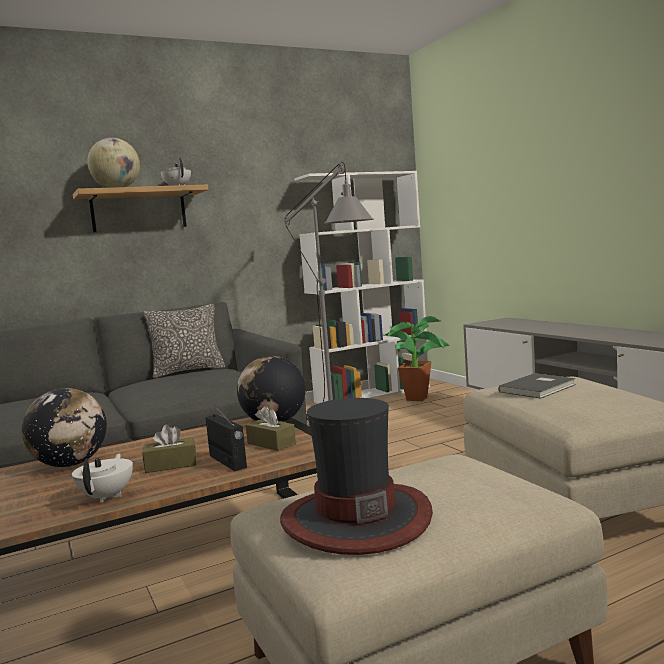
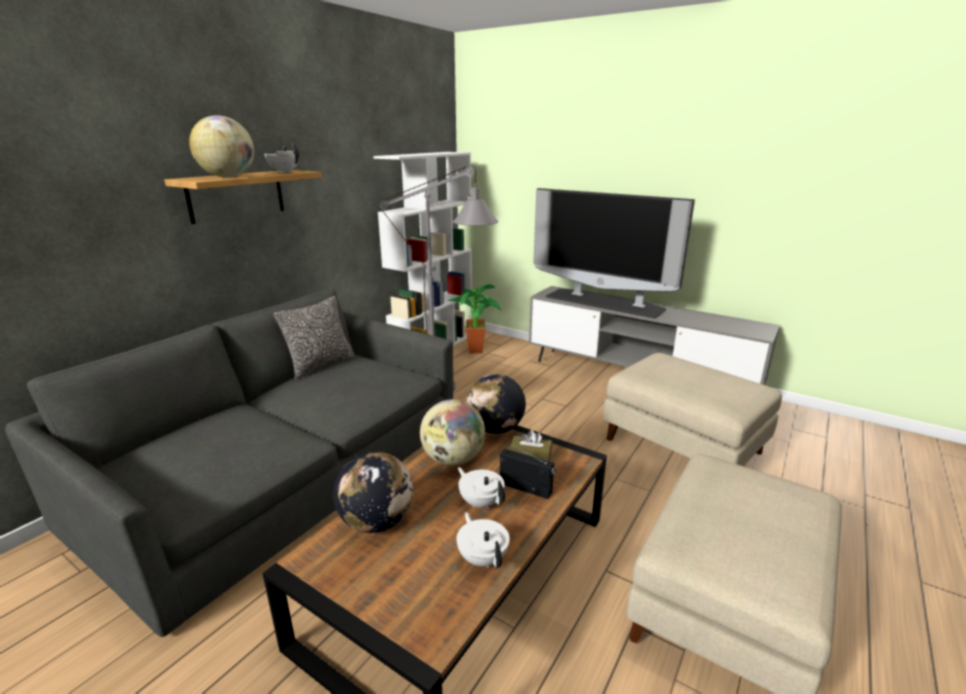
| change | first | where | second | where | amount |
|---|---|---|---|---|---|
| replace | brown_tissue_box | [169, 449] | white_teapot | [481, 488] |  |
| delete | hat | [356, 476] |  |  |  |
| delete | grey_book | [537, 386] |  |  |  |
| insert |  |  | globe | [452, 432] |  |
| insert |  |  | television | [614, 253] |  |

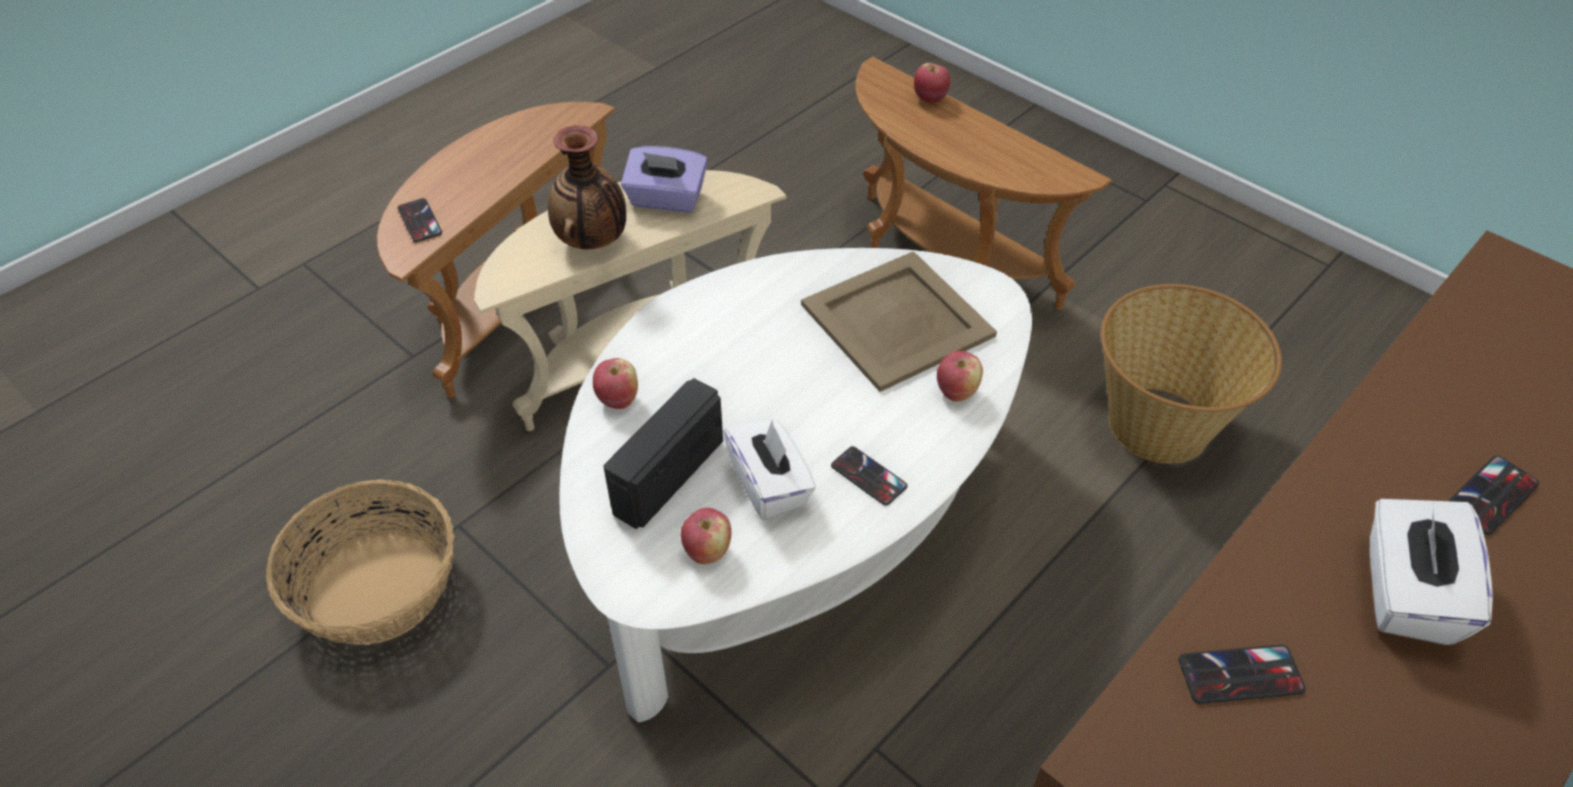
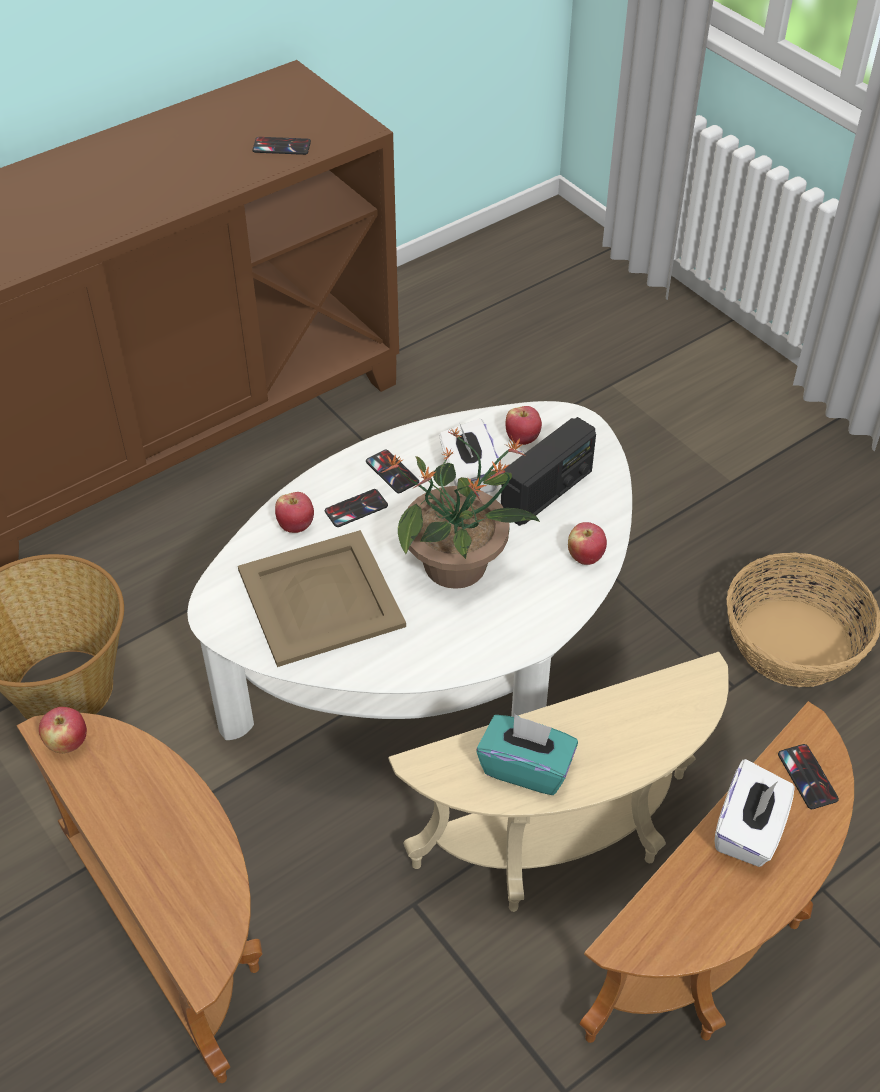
| change | first | where | second | where | amount |
|---|---|---|---|---|---|
| delete | vase | [587, 187] |  |  |  |
| recolor | purple_tissue_box | [664, 179] | turquoise_tissue_box | [527, 754] |  |
| move | apple | [932, 83] |  | [63, 730] |  |
| move | white_tissue_box | [1431, 572] |  | [755, 813] |  |
| move | phone | [1493, 495] |  | [356, 508] |  |
| insert |  |  | potted_plant | [460, 508] |  |

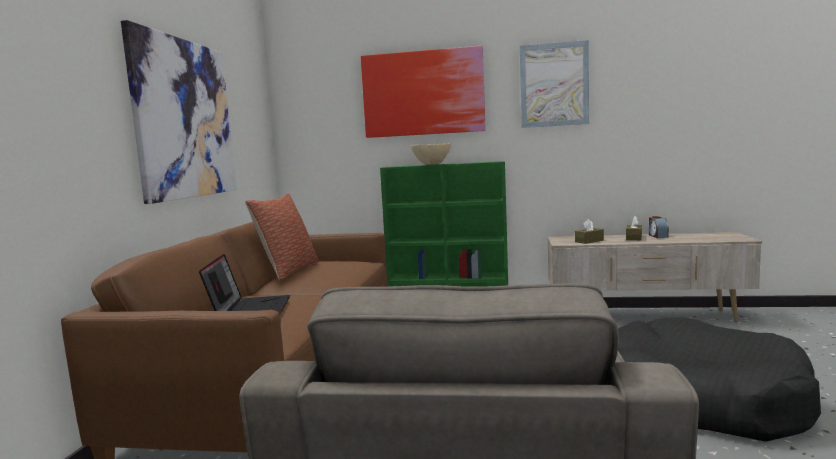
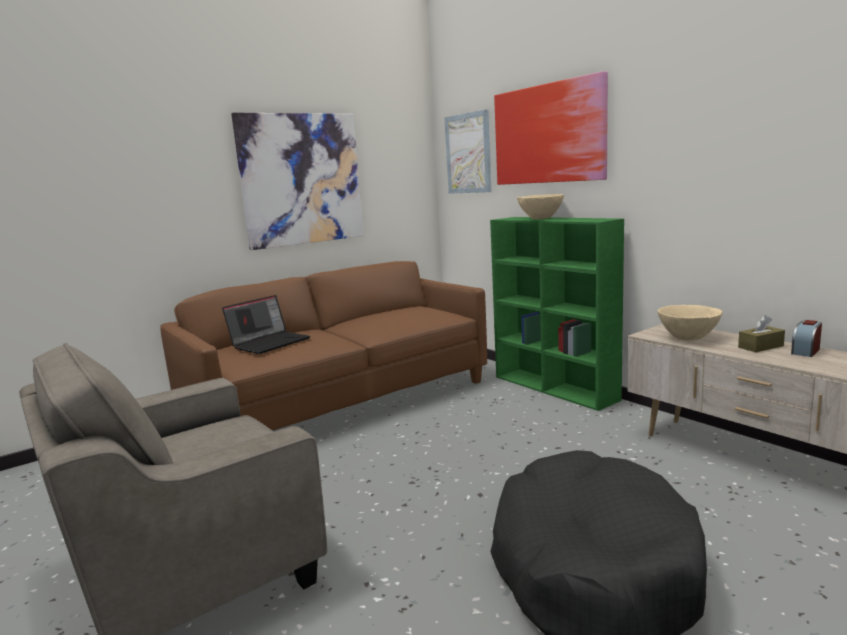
| change | first | where | second | where | amount |
|---|---|---|---|---|---|
| delete | pillow | [282, 237] |  |  |  |
| move | picture | [554, 84] |  | [467, 151] |  |
| replace | brown_tissue_box | [589, 231] | beige_bowl | [690, 323] |  |

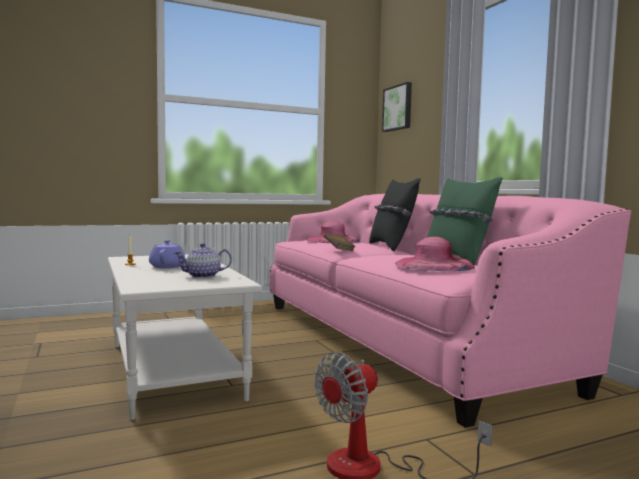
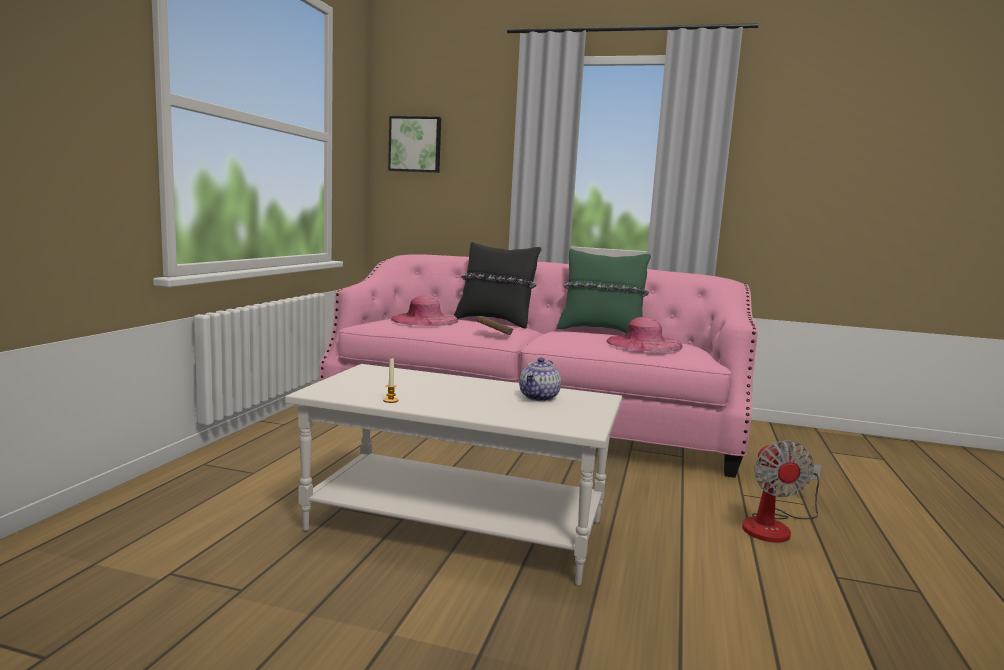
| change | first | where | second | where | amount |
|---|---|---|---|---|---|
| delete | purple_teapot | [167, 254] |  |  |  |

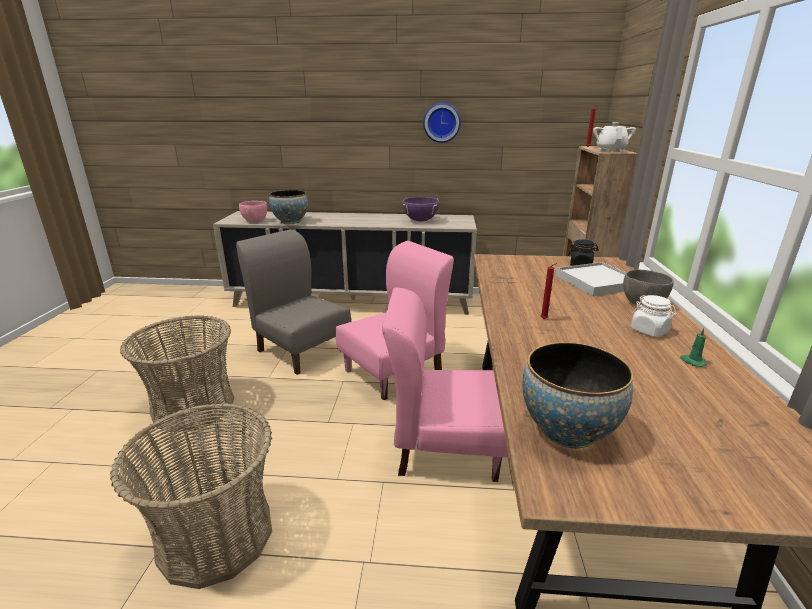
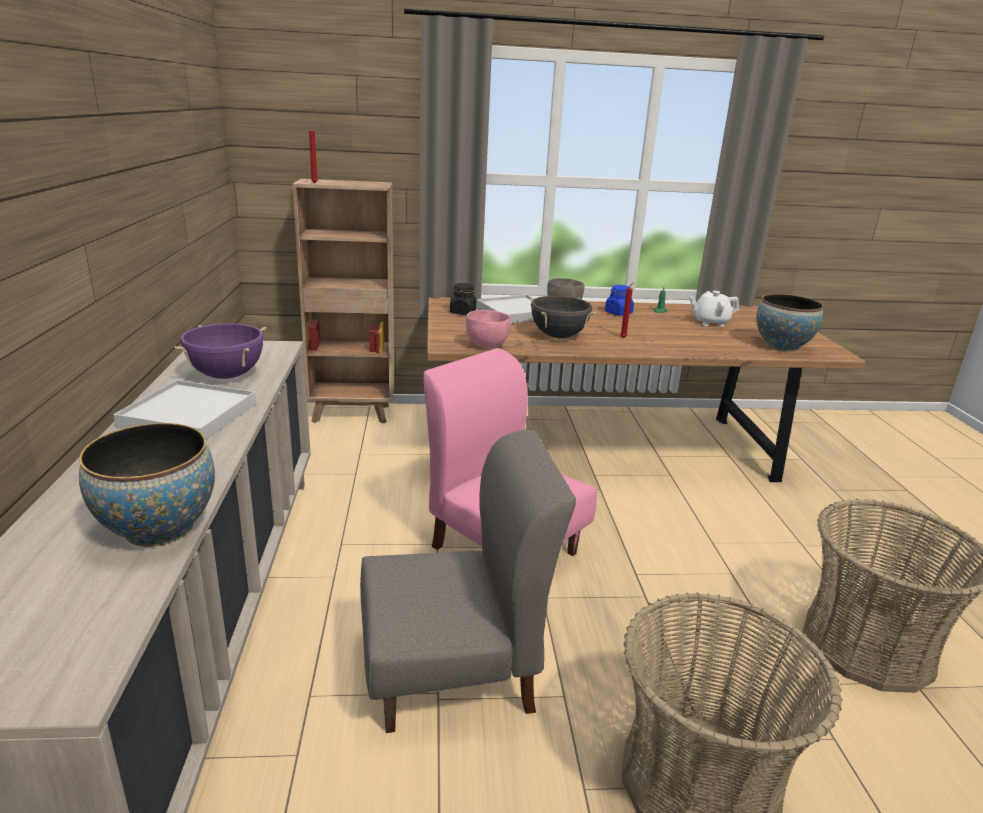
| change | first | where | second | where | amount |
|---|---|---|---|---|---|
| rotate | grey_chair | [293, 302] |  | [468, 581] | 135 degrees counterclockwise |
| move | pink_bowl | [253, 211] |  | [488, 329] |  |
| delete | pink_chair | [445, 385] |  |  |  |
| delete | wall_clock | [442, 123] |  |  |  |
| move | white_teapot | [614, 137] |  | [714, 309] |  |
| recolor | white_jar | [654, 316] | blue_jar | [619, 300] |  |
| insert |  |  | white_tray | [184, 410] |  |
| insert |  |  | black_cooking_pot | [562, 317] |  |

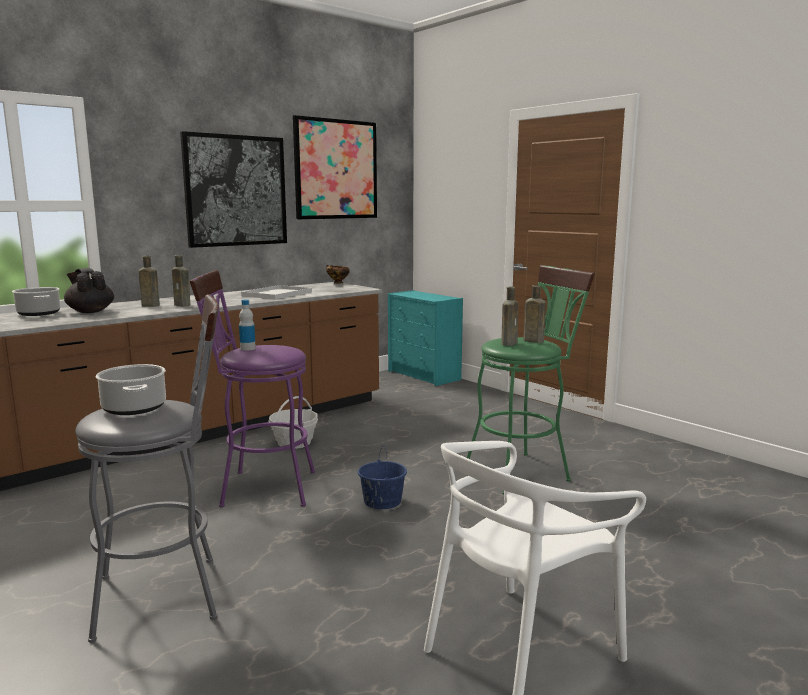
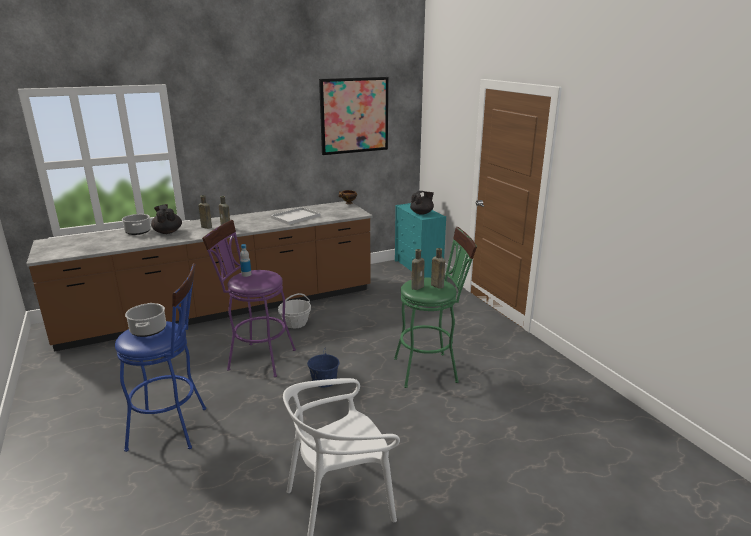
| change | first | where | second | where | amount |
|---|---|---|---|---|---|
| recolor | grey_stool | [147, 468] | blue_stool | [160, 357] |  |
| delete | picture | [233, 189] |  |  |  |
| insert |  |  | black_teapot | [422, 203] |  |

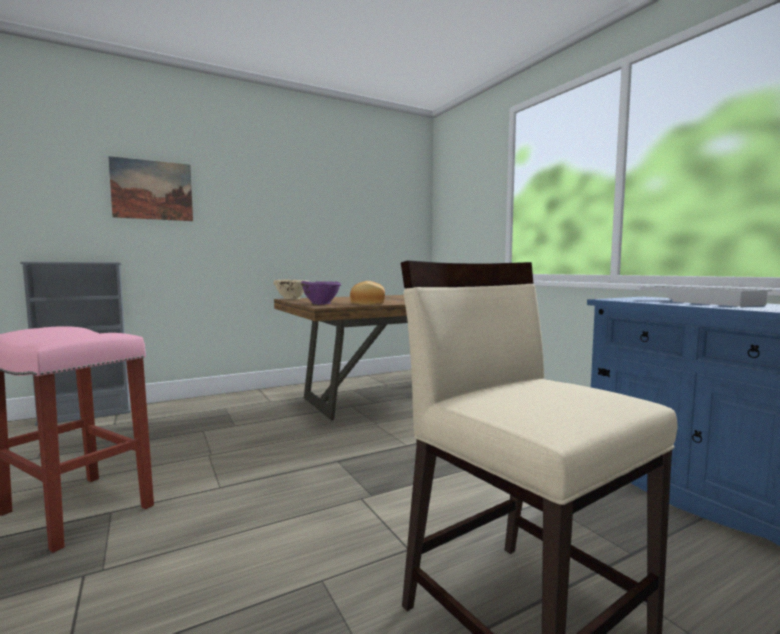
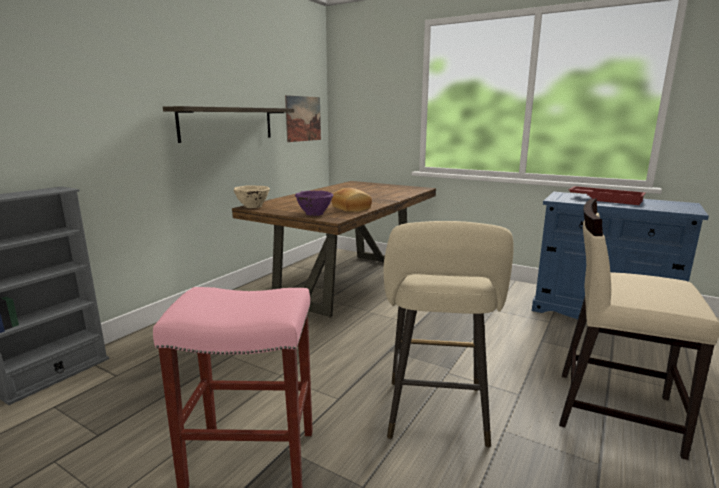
| change | first | where | second | where | amount |
|---|---|---|---|---|---|
| move | picture | [150, 188] |  | [303, 118] |  |
| recolor | white_tray | [704, 296] | red_tray | [607, 195] |  |
| insert |  |  | shelf | [228, 124] |  |
| insert |  |  | beige_stool | [449, 334] |  |

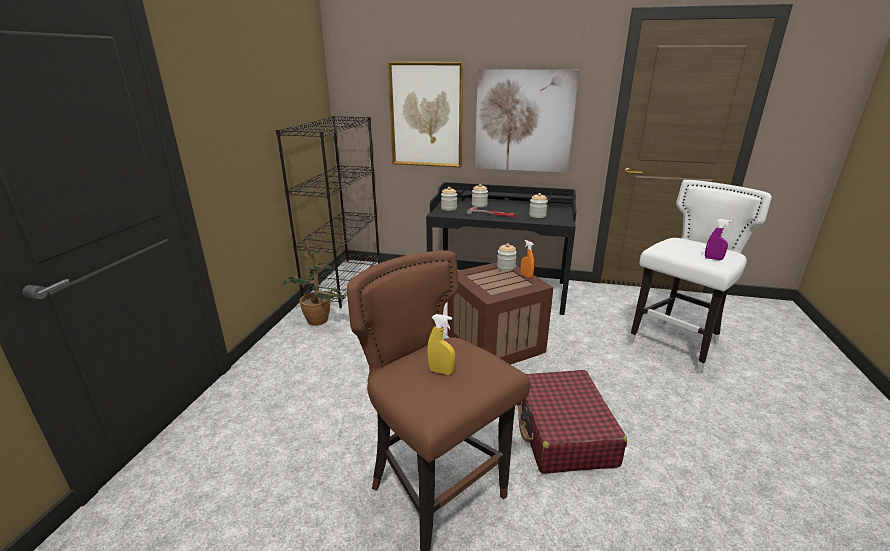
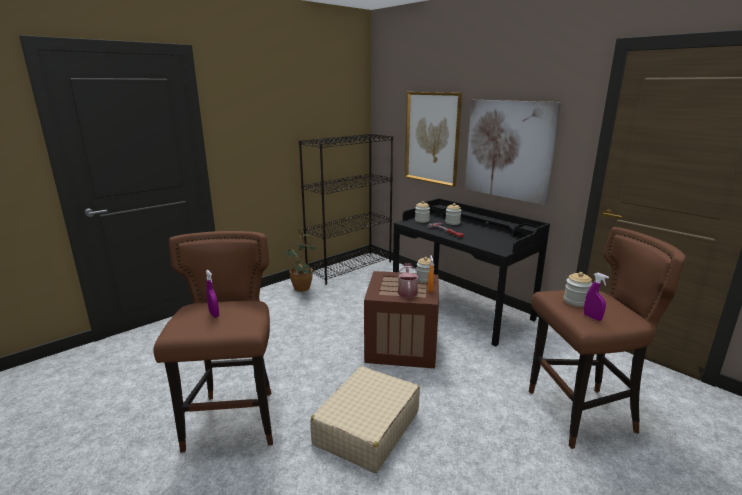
| change | first | where | second | where | amount |
|---|---|---|---|---|---|
| recolor | yellow_spray_bottle | [441, 344] | purple_spray_bottle | [212, 294] |  |
| recolor | red_suitcase | [572, 422] | beige_suitcase | [365, 419] |  |
| move | jar | [538, 205] |  | [578, 289] |  |
| recolor | white_stool | [700, 276] | brown_stool | [607, 338] |  |
| insert |  |  | watering_can | [408, 280] |  |

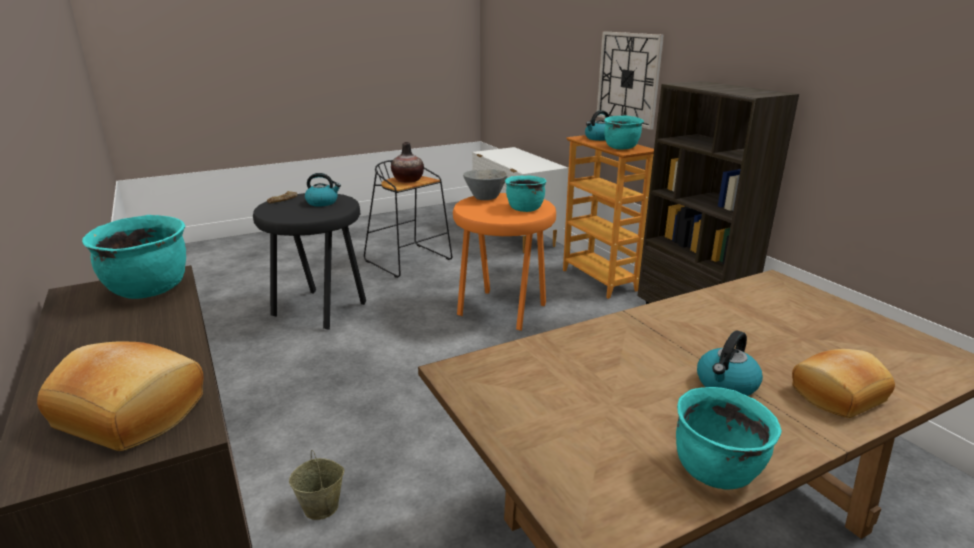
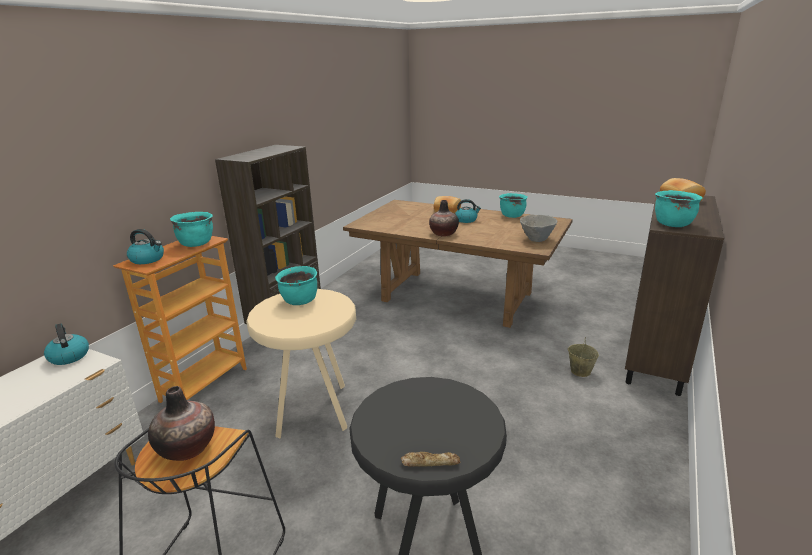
| change | first | where | second | where | amount |
|---|---|---|---|---|---|
| move | kettle | [323, 190] |  | [66, 344] |  |
| recolor | orange_stool | [504, 262] | beige_stool | [301, 364] |  |
| move | grey_bowl | [485, 184] |  | [538, 228] |  |
| delete | wall_clock | [630, 80] |  |  |  |
| insert |  |  | vase | [444, 218] |  |

